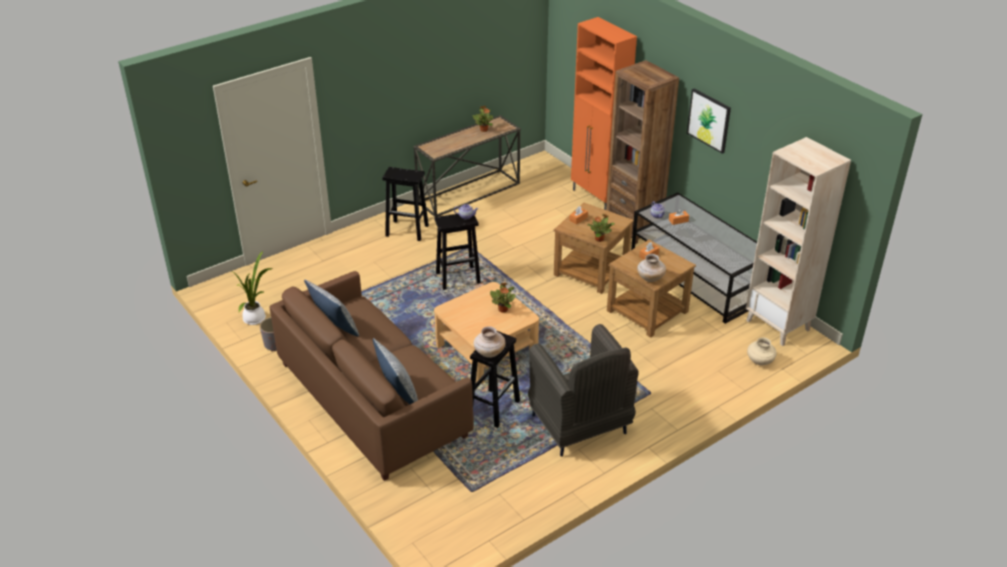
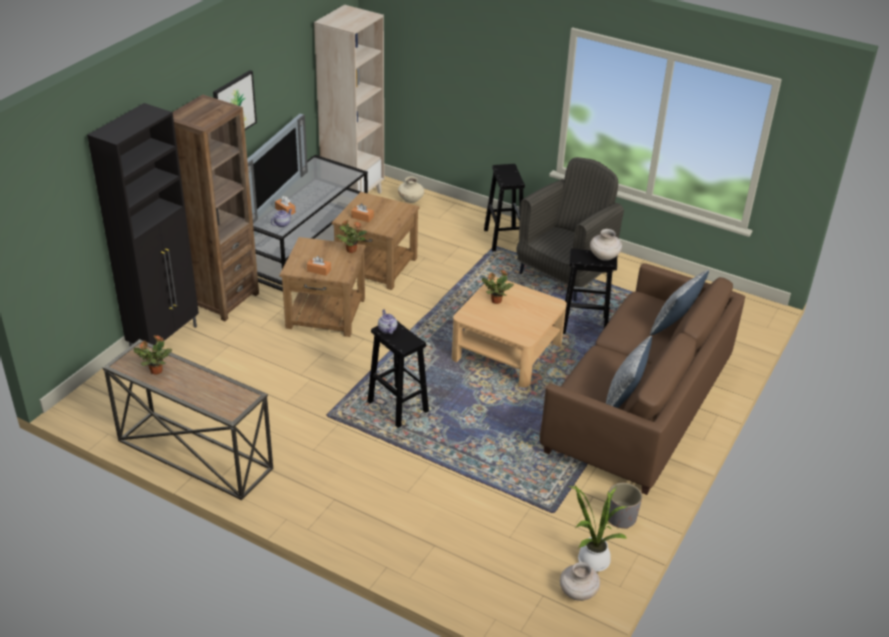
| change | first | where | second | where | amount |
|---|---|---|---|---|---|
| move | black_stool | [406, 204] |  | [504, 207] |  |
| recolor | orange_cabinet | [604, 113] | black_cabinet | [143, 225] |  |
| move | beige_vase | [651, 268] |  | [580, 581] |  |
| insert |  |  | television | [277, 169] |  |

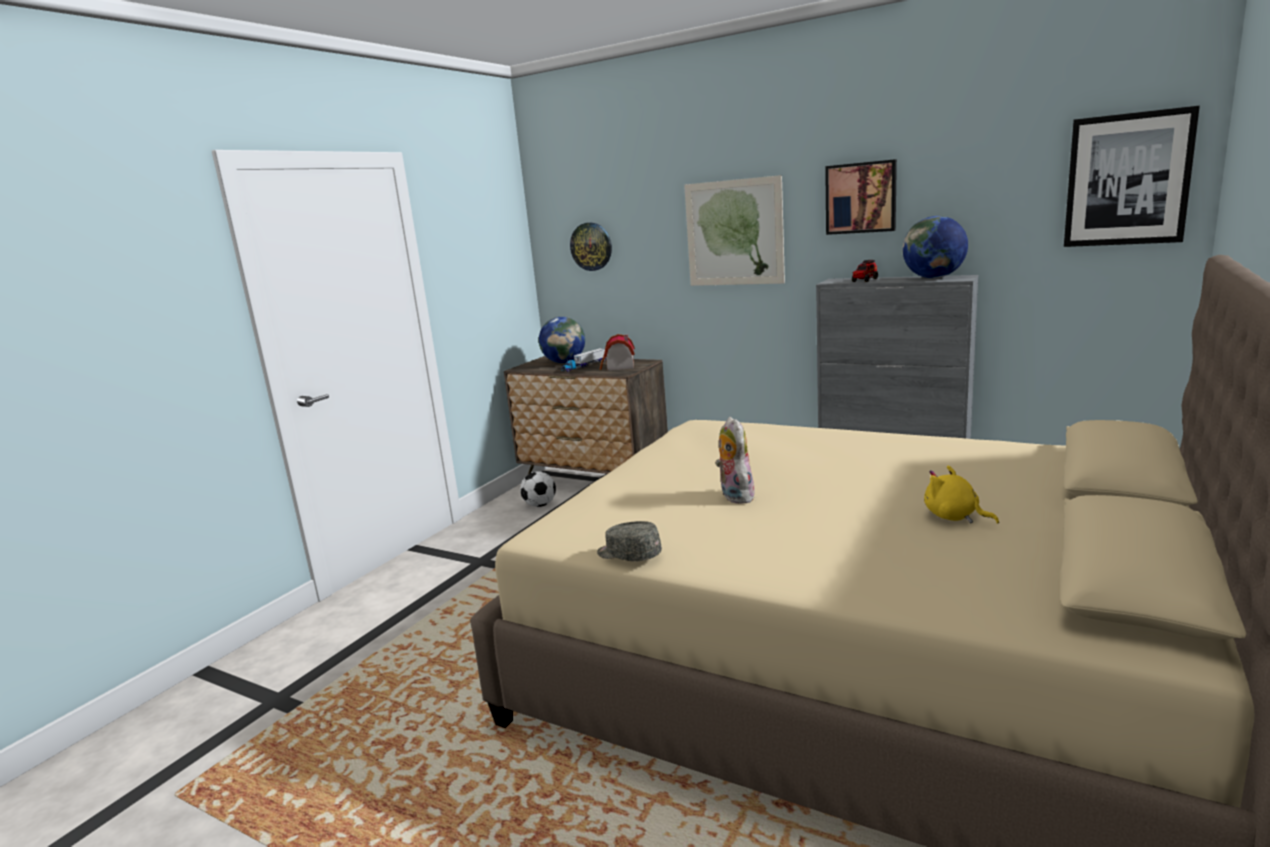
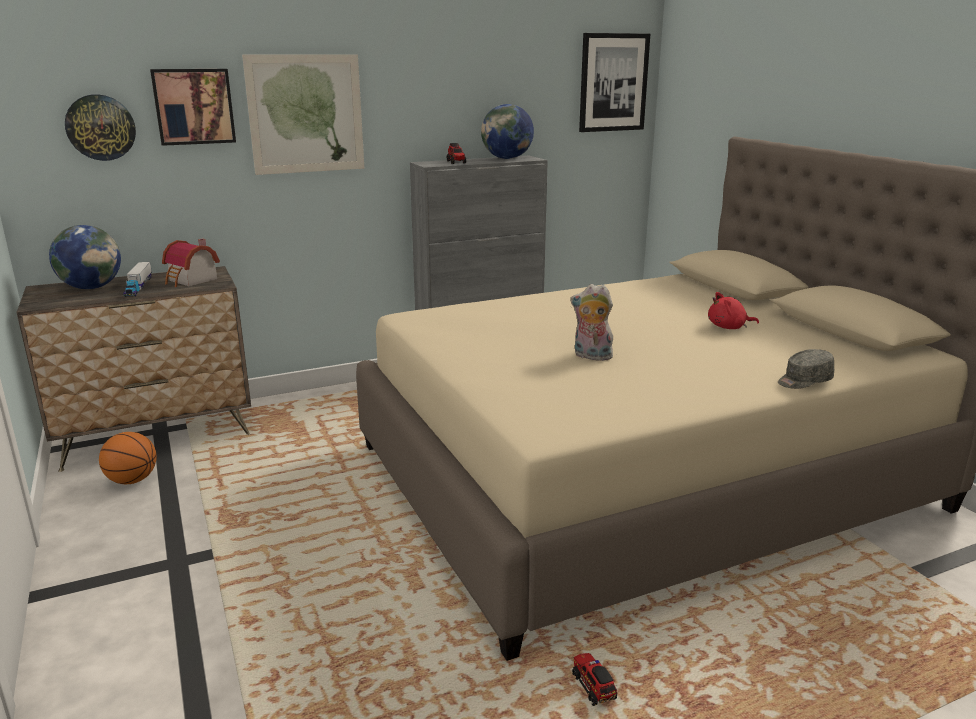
| change | first | where | second | where | amount |
|---|---|---|---|---|---|
| replace | football | [538, 489] | basketball | [128, 458] |  |
| move | grey_cap | [629, 541] |  | [806, 369] |  |
| move | picture | [861, 197] |  | [193, 107] |  |
| recolor | yellow_plush_toy | [961, 495] | red_plush_toy | [733, 310] |  |
| insert |  |  | toy_truck | [594, 679] |  |

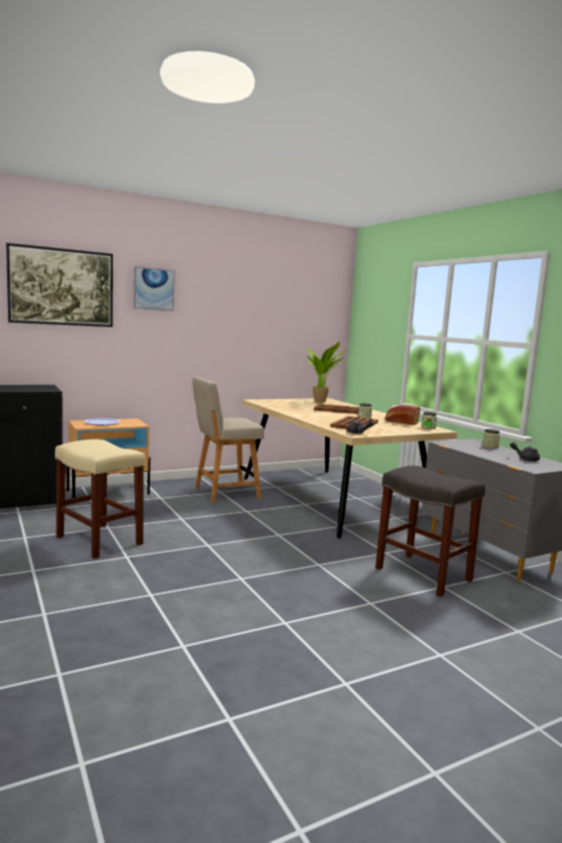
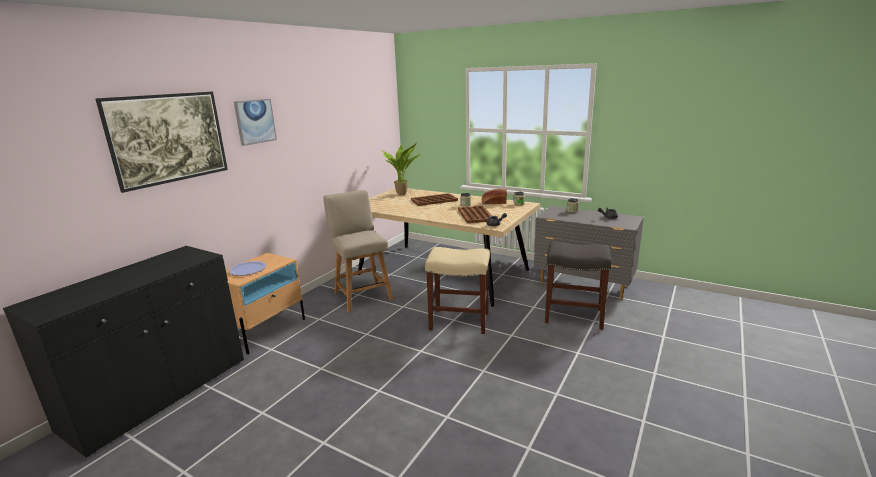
| change | first | where | second | where | amount |
|---|---|---|---|---|---|
| move | beige_stool | [100, 499] |  | [457, 290] |  |
| rotate | beige_chair | [228, 440] |  | [358, 251] | 120 degrees clockwise |

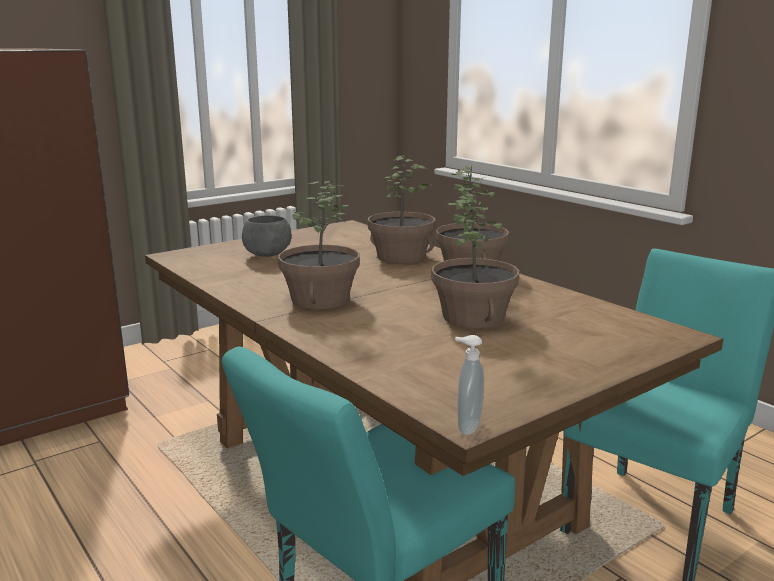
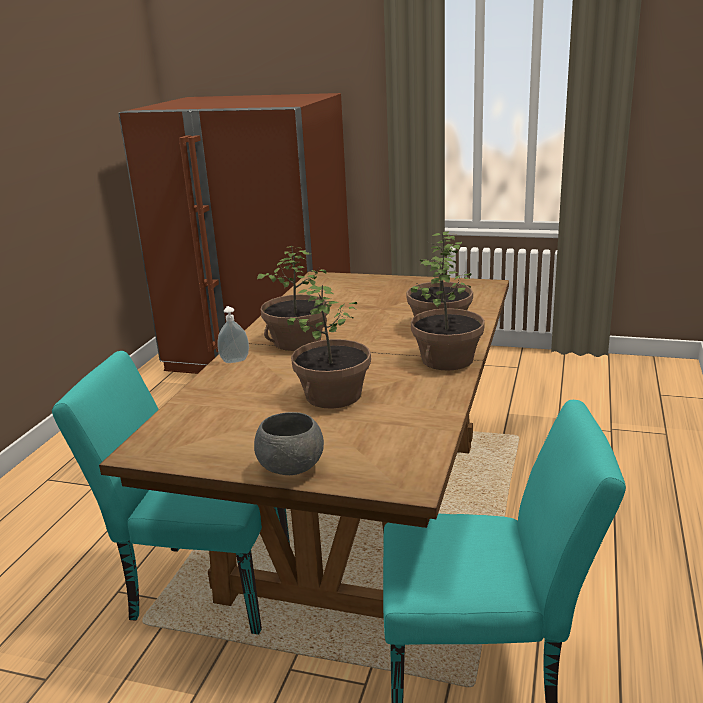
| change | first | where | second | where | amount |
|---|---|---|---|---|---|
| move | grey_bowl | [266, 236] |  | [289, 443] |  |
| move | soap_dispenser | [469, 385] |  | [233, 334] |  |

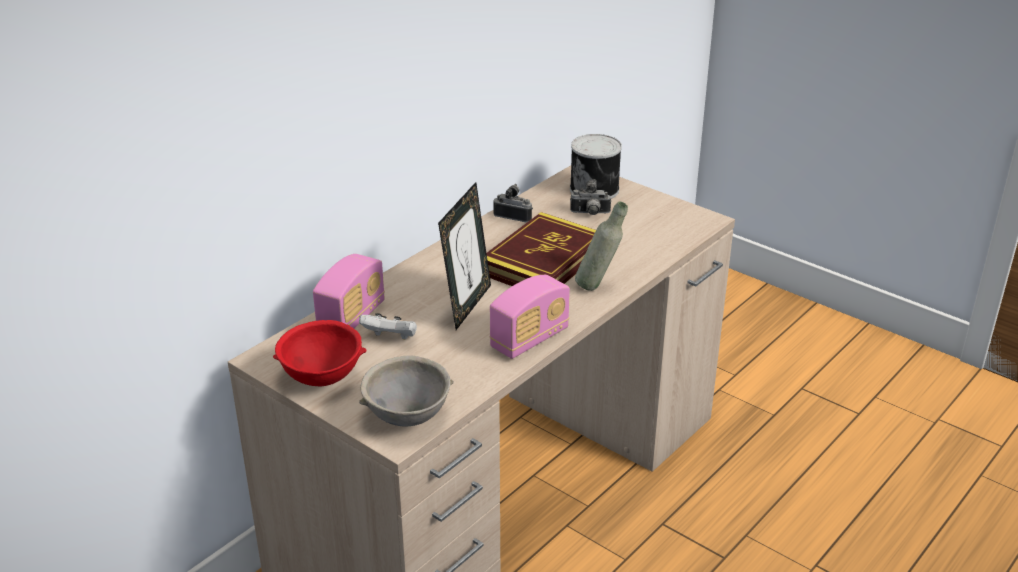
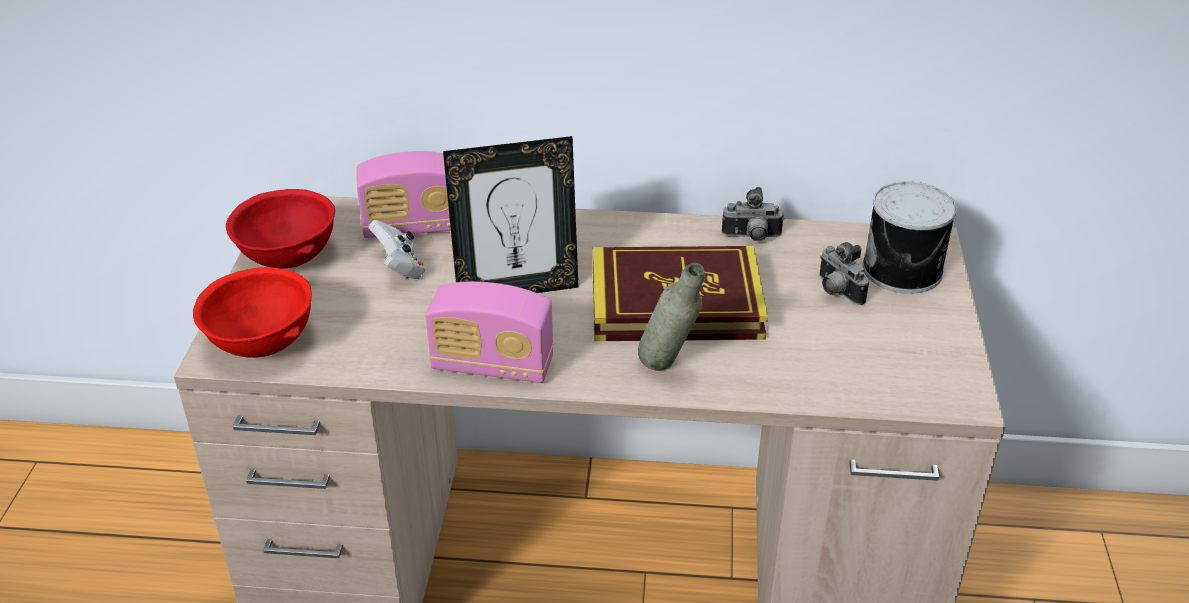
| change | first | where | second | where | amount |
|---|---|---|---|---|---|
| recolor | grey_bowl | [406, 391] | red_bowl | [252, 312] |  |
| rotate | photo_camera | [512, 203] |  | [753, 214] | 105 degrees clockwise |

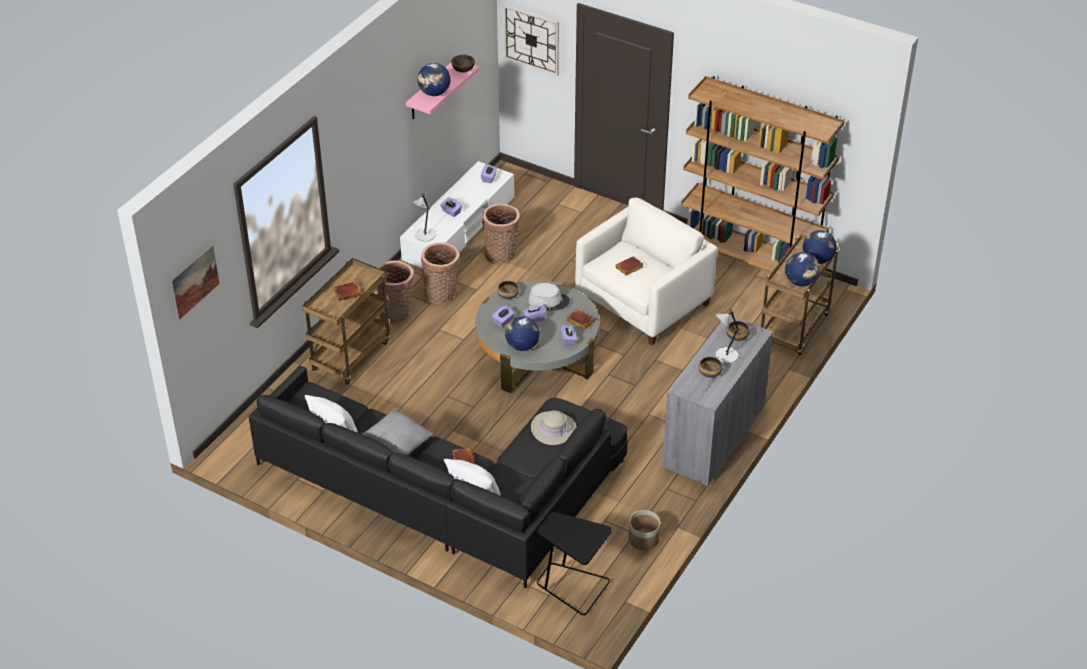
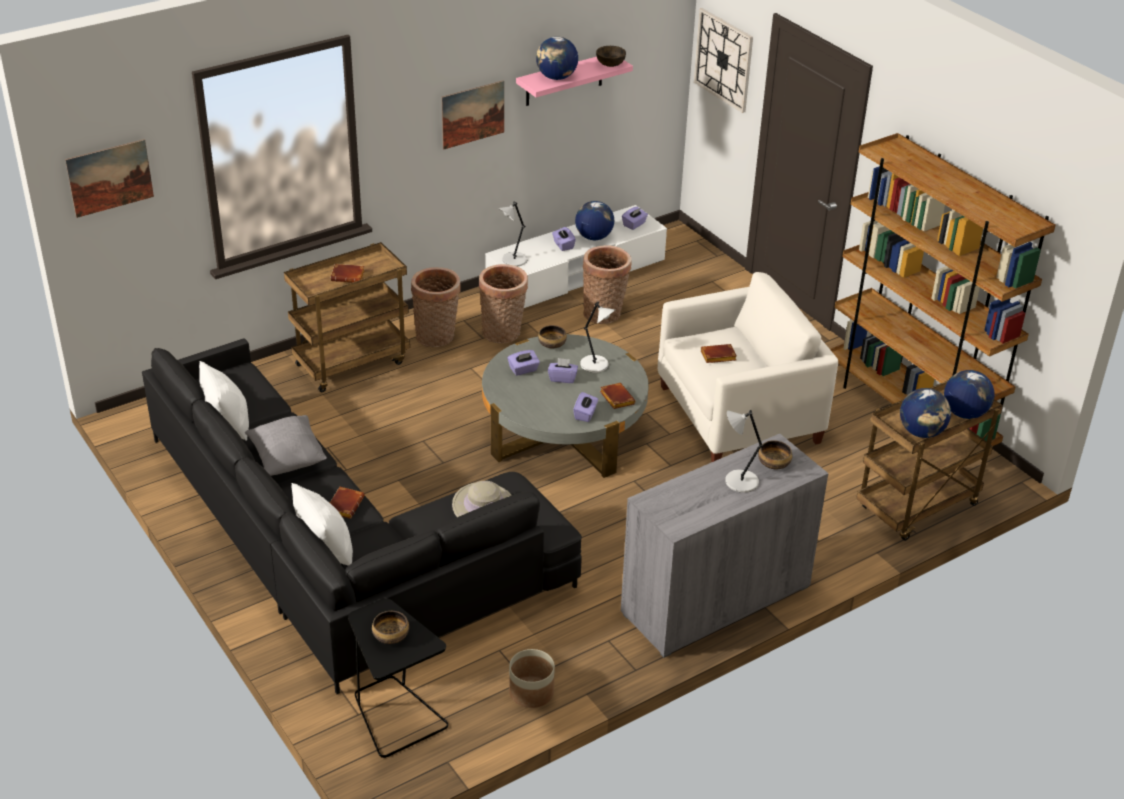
| change | first | where | second | where | amount |
|---|---|---|---|---|---|
| move | globe | [522, 334] |  | [594, 220] |  |
| replace | grey_hat | [549, 297] | white_table_lamp | [598, 337] |  |
| move | bowl | [710, 367] |  | [390, 627] |  |
| insert |  |  | picture | [472, 115] |  |

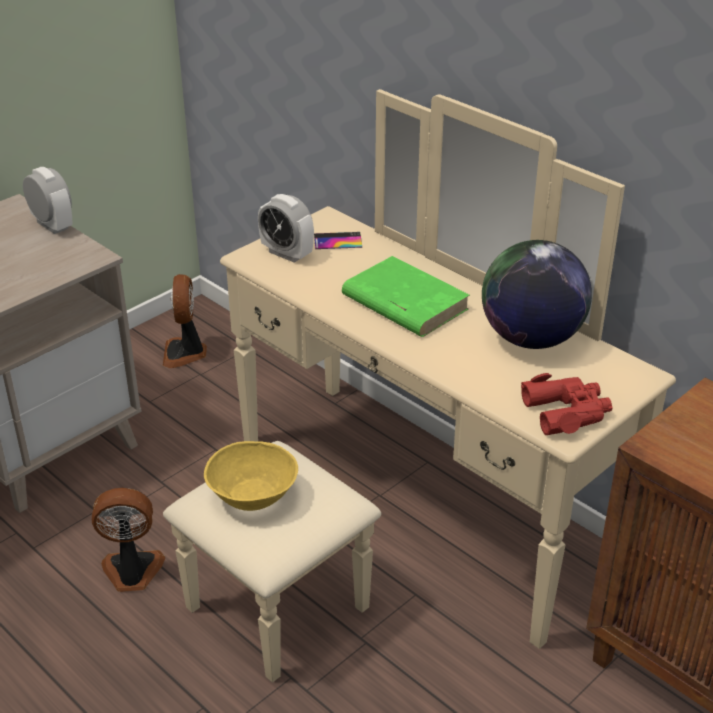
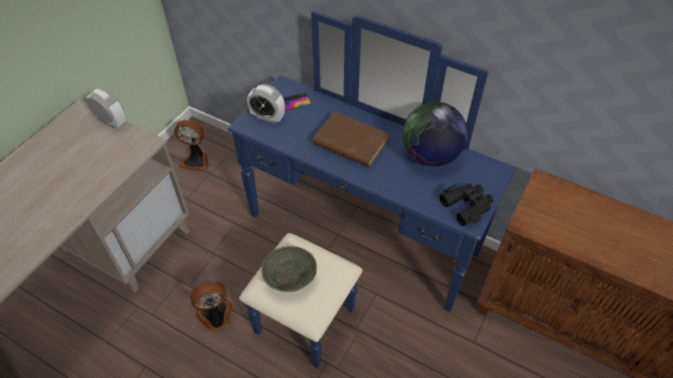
| change | first | where | second | where | amount |
|---|---|---|---|---|---|
| recolor | beige_dresser | [419, 386] | blue_dresser | [372, 189] |  |
| rotate | fan | [185, 321] |  | [191, 146] | 60 degrees counterclockwise |
| recolor | yellow_bowl | [251, 476] | grey_bowl | [289, 269] |  |
| recolor | green_book | [406, 296] | brown_book | [351, 139] |  |
| recolor | red_binoculars | [567, 404] | black_binoculars | [466, 204] |  |

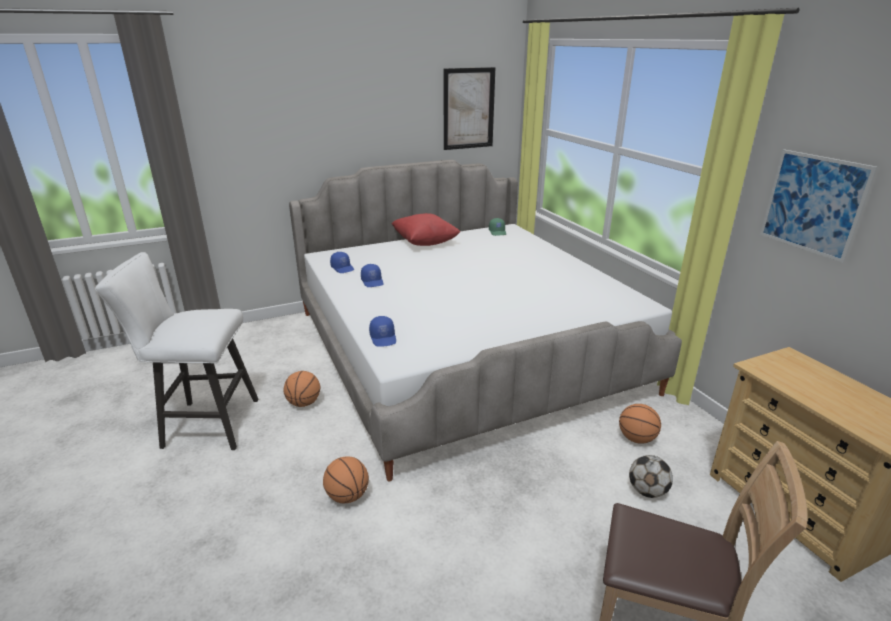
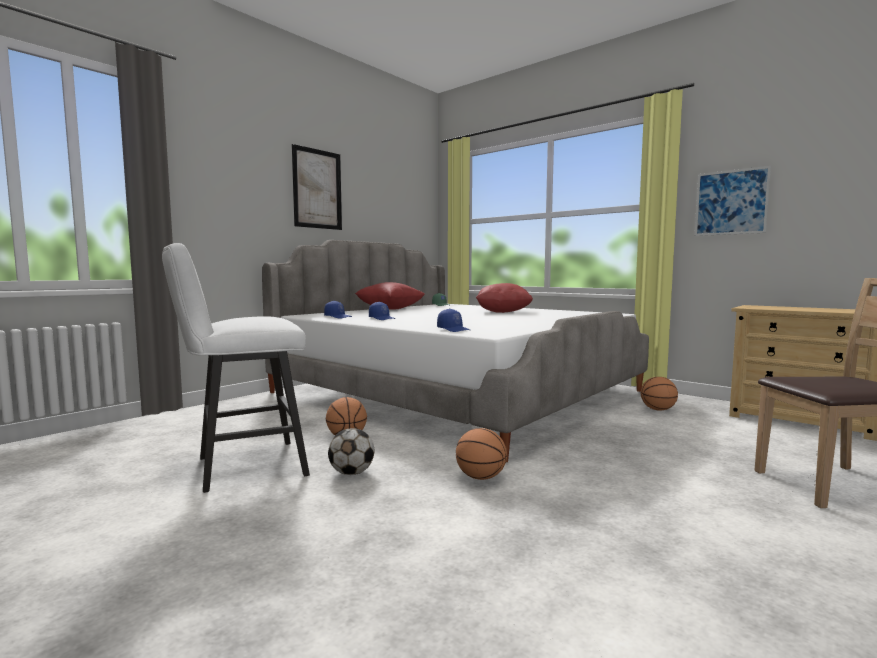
| change | first | where | second | where | amount |
|---|---|---|---|---|---|
| move | picture | [469, 108] |  | [317, 187] |  |
| move | football | [651, 476] |  | [351, 451] |  |
| insert |  |  | red_pillow | [504, 298] |  |

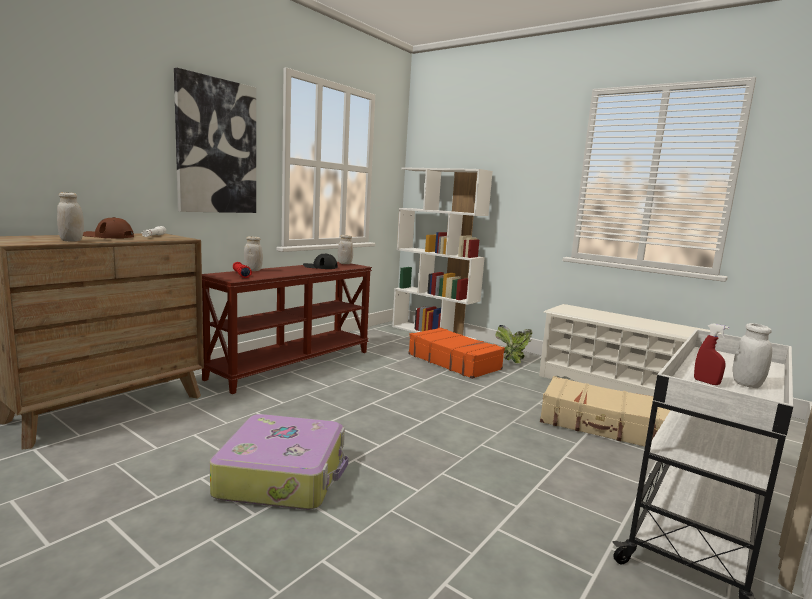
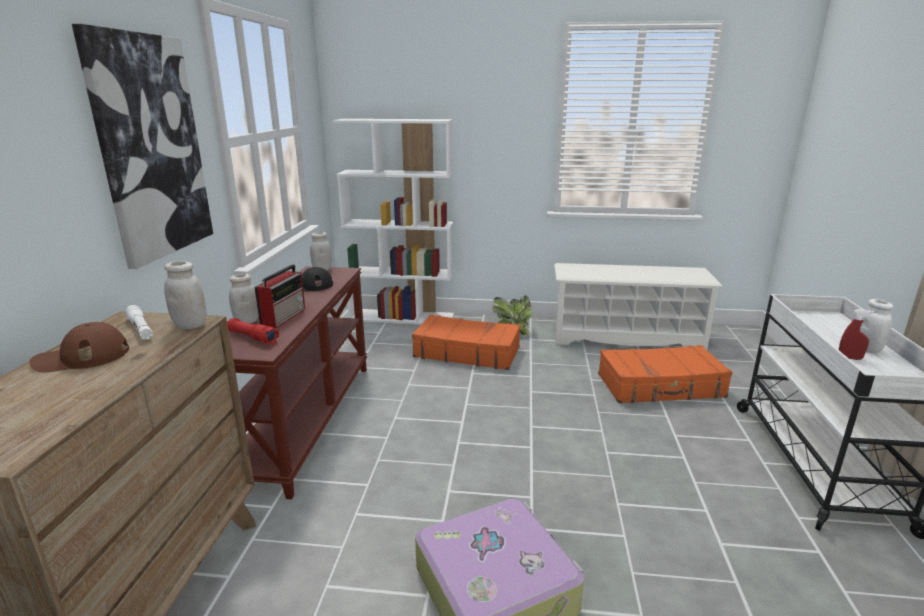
| change | first | where | second | where | amount |
|---|---|---|---|---|---|
| move | white_jar | [70, 217] |  | [185, 295] |  |
| recolor | beige_suitcase | [605, 411] | orange_suitcase | [665, 374] |  |
| insert |  |  | radio | [280, 296] |  |

